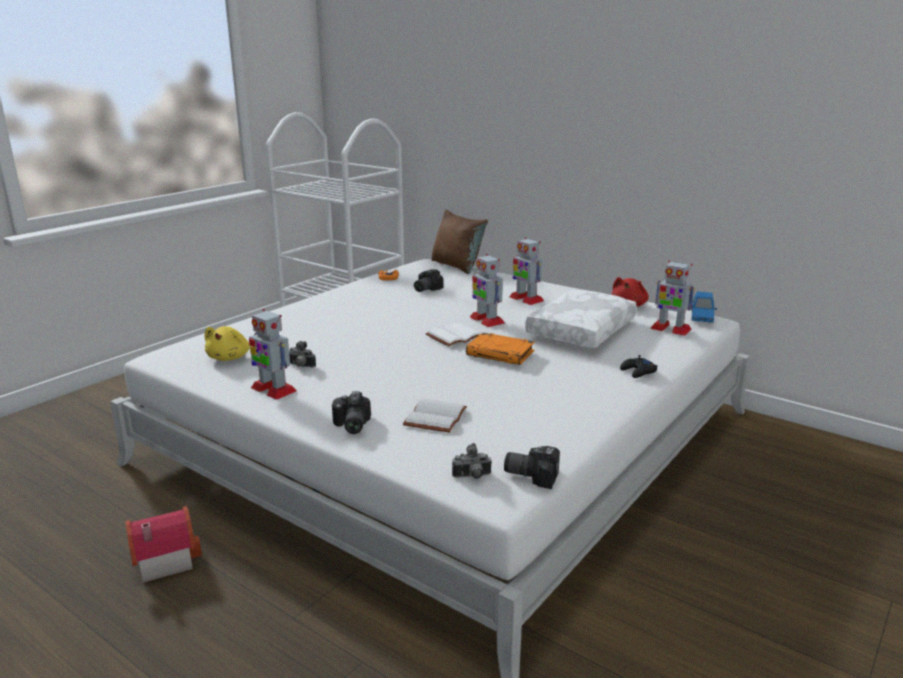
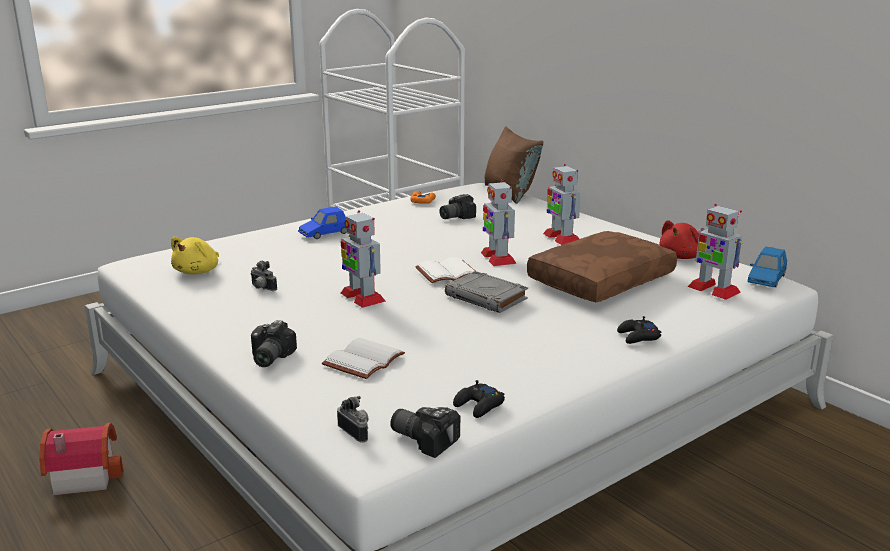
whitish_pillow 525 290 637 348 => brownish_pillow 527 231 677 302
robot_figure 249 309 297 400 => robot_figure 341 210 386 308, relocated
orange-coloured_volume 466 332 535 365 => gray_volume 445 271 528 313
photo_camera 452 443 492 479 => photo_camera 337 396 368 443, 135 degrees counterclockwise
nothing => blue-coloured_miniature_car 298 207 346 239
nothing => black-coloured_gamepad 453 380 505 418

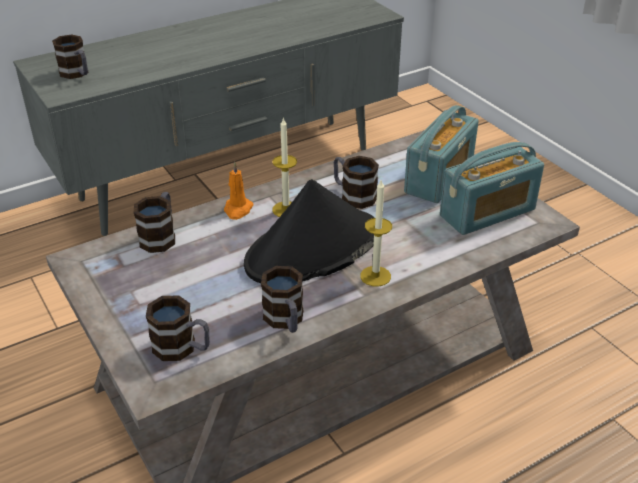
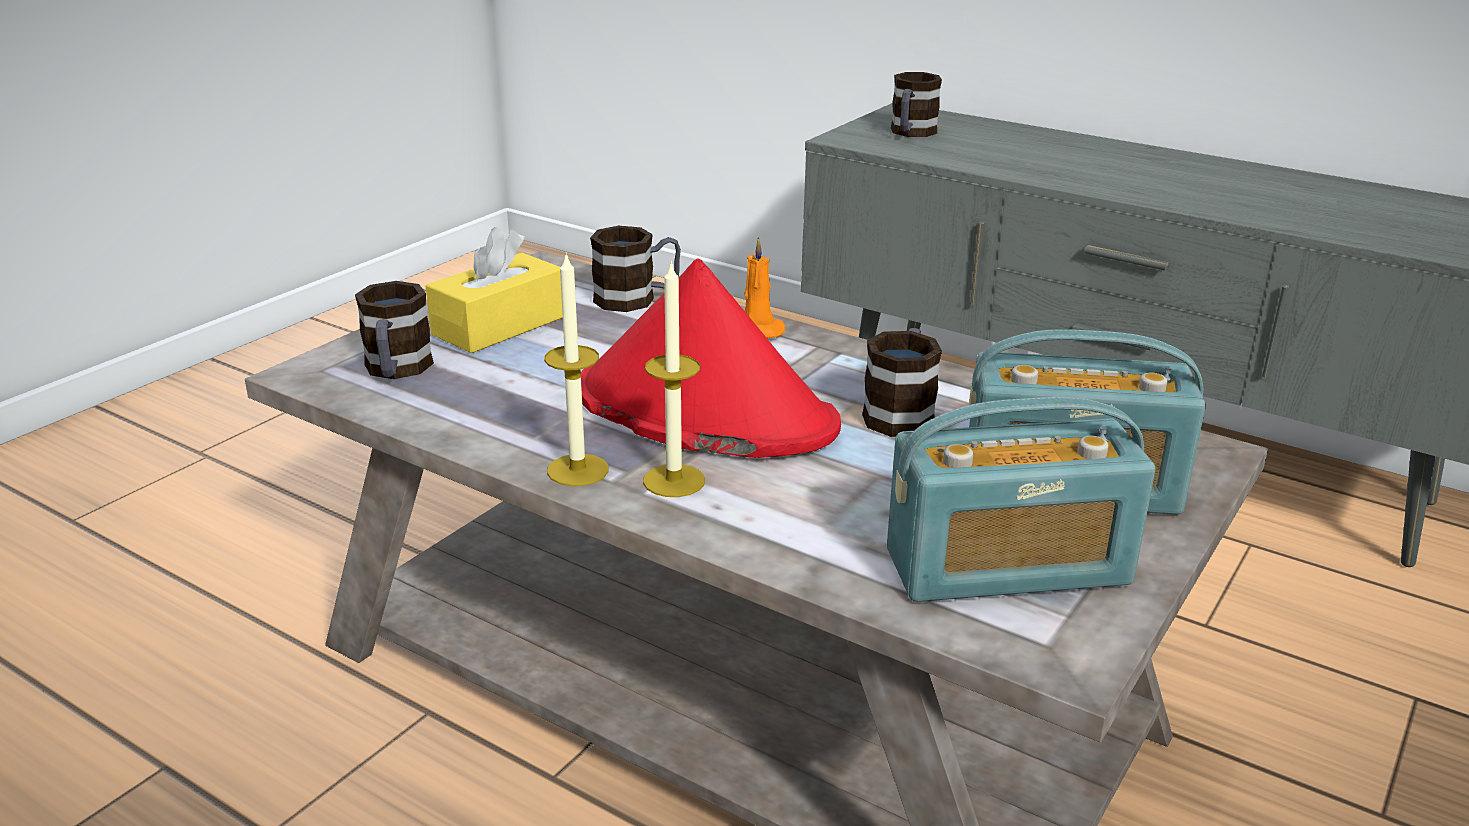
wax_candle 272 117 297 217 => wax_candle 544 253 608 486, relocated
radio 440 142 544 235 => radio 887 397 1156 602, 45 degrees counterclockwise
black-coloured_hat 244 179 374 283 => red_hat 581 258 841 458
tea_mug 261 266 303 333 => nothing
nothing => yellow-coloured_tissue_box 425 227 563 353

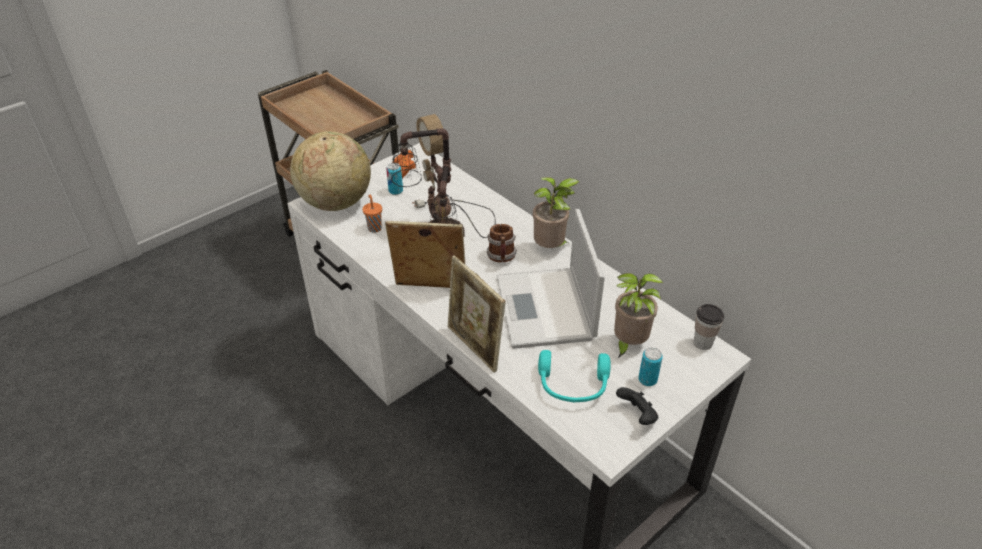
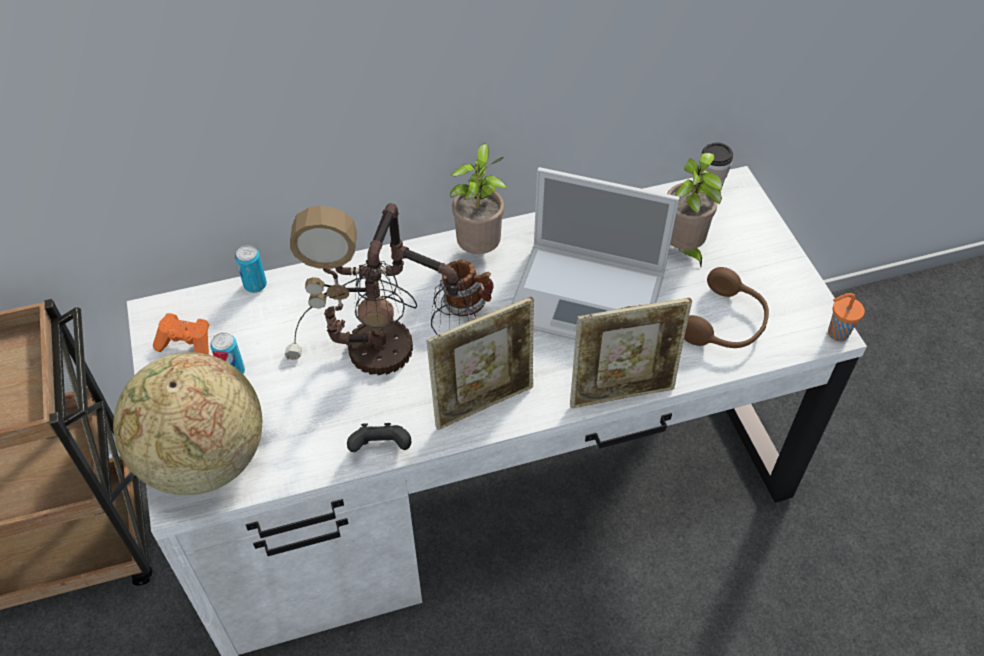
orange-coloured_cup 363 194 382 233 => orange-coloured_cup 828 293 865 341, relocated
standing_frame 385 221 465 288 => standing_frame 427 297 534 430, 150 degrees counterclockwise
can 638 347 663 386 => can 235 245 267 293, relocated
blue-green_pair_of_headphones 538 350 611 403 => brownish_pair_of_headphones 684 267 769 348
black-coloured_gamepad 616 387 658 425 => black-coloured_gamepad 347 423 411 452, relocated

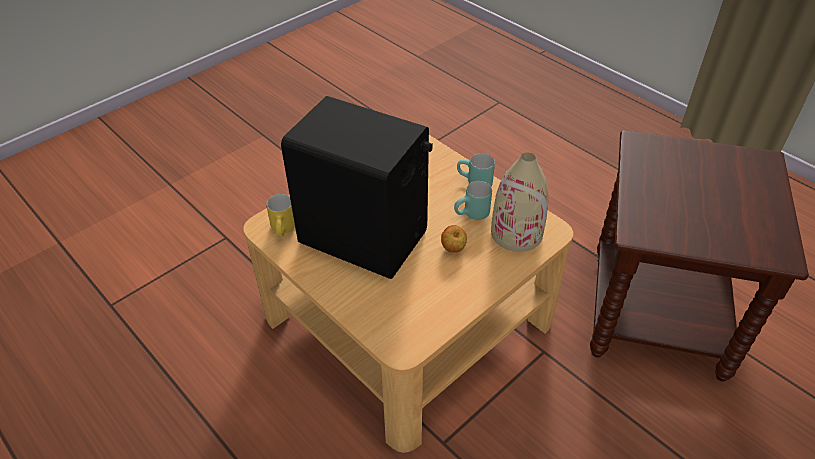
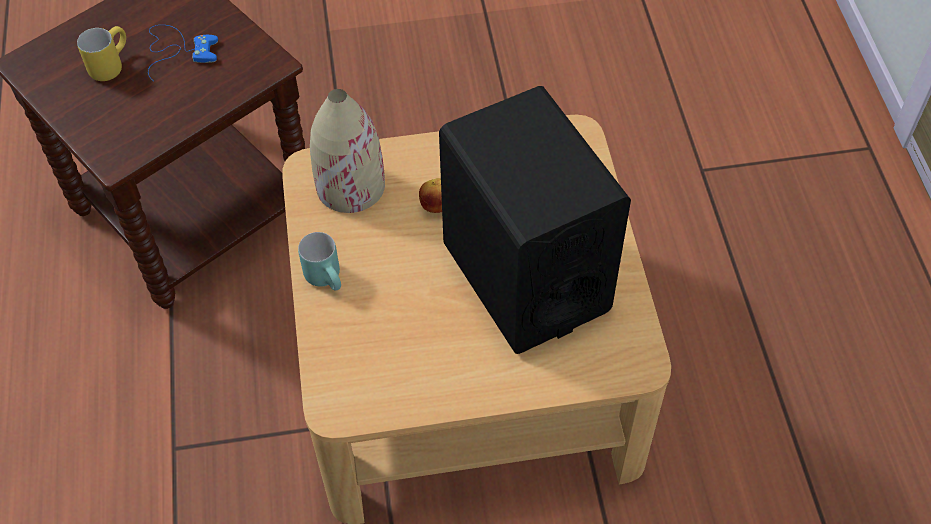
blue-green_tea_mug 454 181 492 220 => nothing
yellow-coloured_tea_mug 266 194 295 237 => yellow-coloured_tea_mug 77 26 126 81, relocated
nothing => blue-coloured_gamepad 148 25 218 80

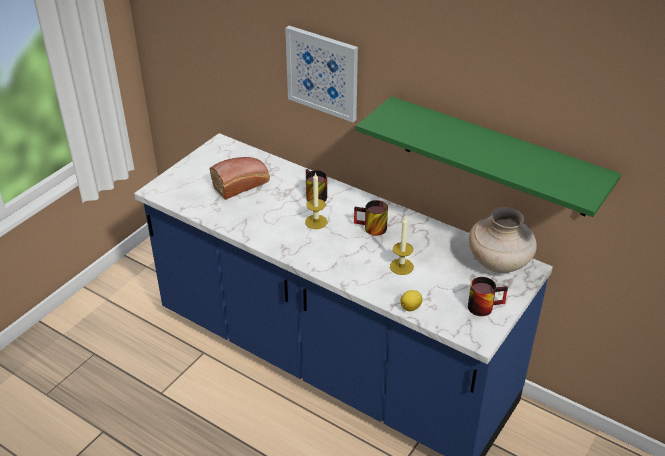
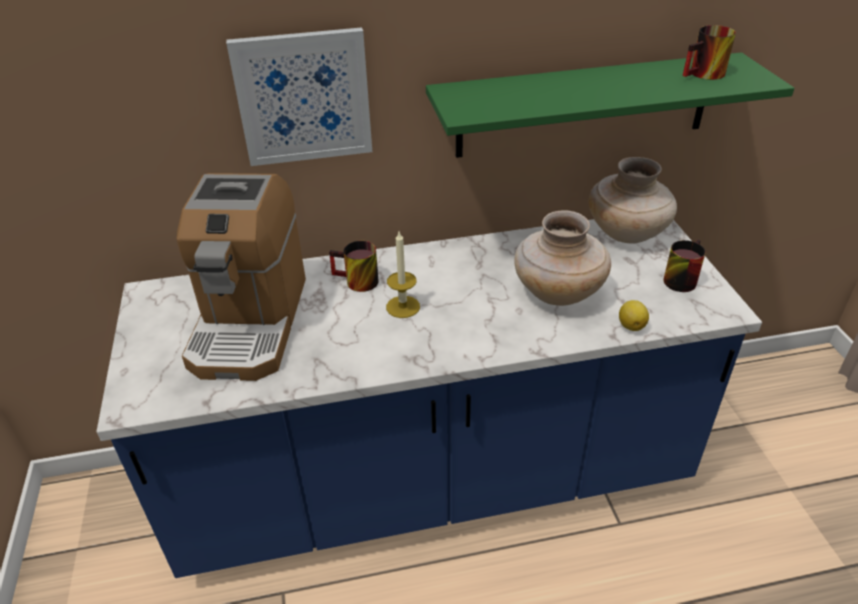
bread 210 157 270 200 => coffee_brewer 176 173 306 381
tea_mug 354 200 388 236 => tea_mug 683 25 736 80, relocated
wax_candle 390 216 414 275 => sand-coloured_decorative_vase 514 210 611 306

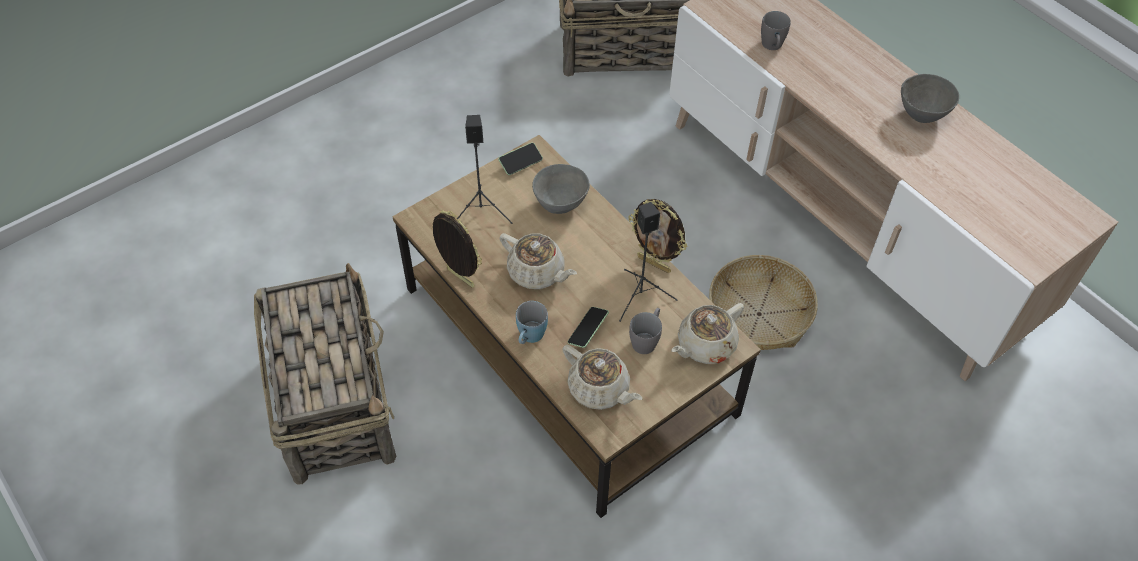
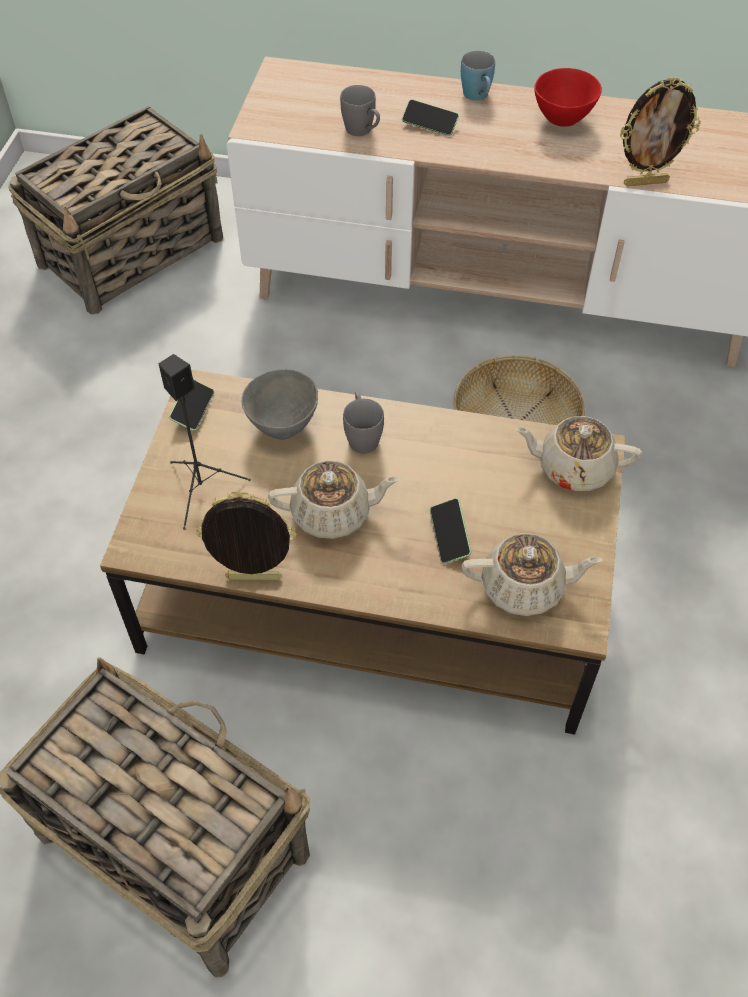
gray_deep_dish 901 74 959 123 => red_deep_dish 534 68 602 127
standing_frame 629 199 687 273 => standing_frame 620 77 701 186, relocated
black-coloured_audio_speaker 619 202 678 322 => nothing
blue-coloured_tea_mug 516 301 548 344 => blue-coloured_tea_mug 461 51 495 101, relocated
sand-coloured_pot_for_tea 671 303 744 364 => sand-coloured_pot_for_tea 515 416 642 491, 90 degrees clockwise
gray_tea_mug 629 308 662 354 => gray_tea_mug 343 392 384 454, relocated
nothing => telephone 402 99 459 136

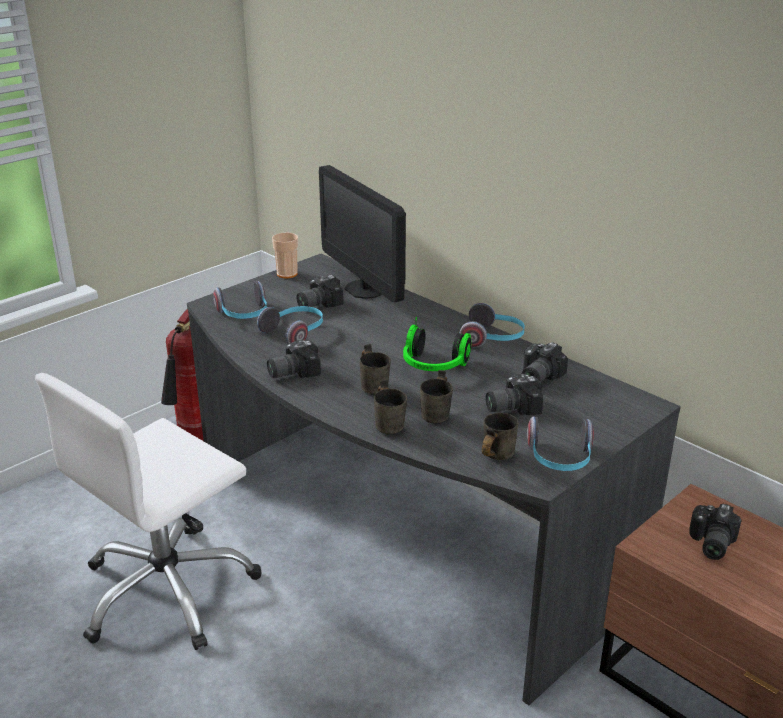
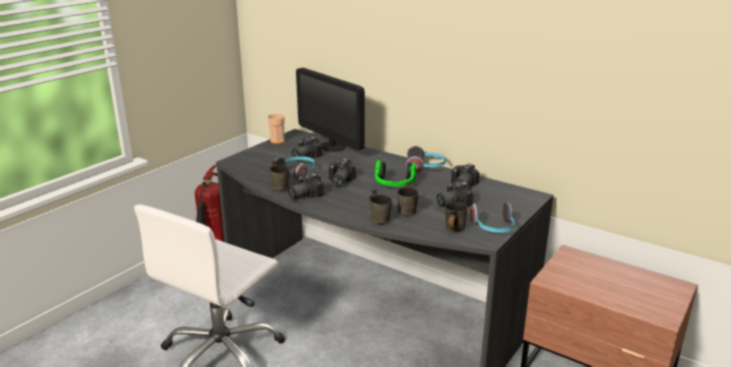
pair_of_headphones 213 281 267 319 => nothing
gray_tea_mug 360 344 391 395 => gray_tea_mug 270 161 290 191, relocated
photo_camera 689 503 742 560 => photo_camera 329 159 356 186, relocated

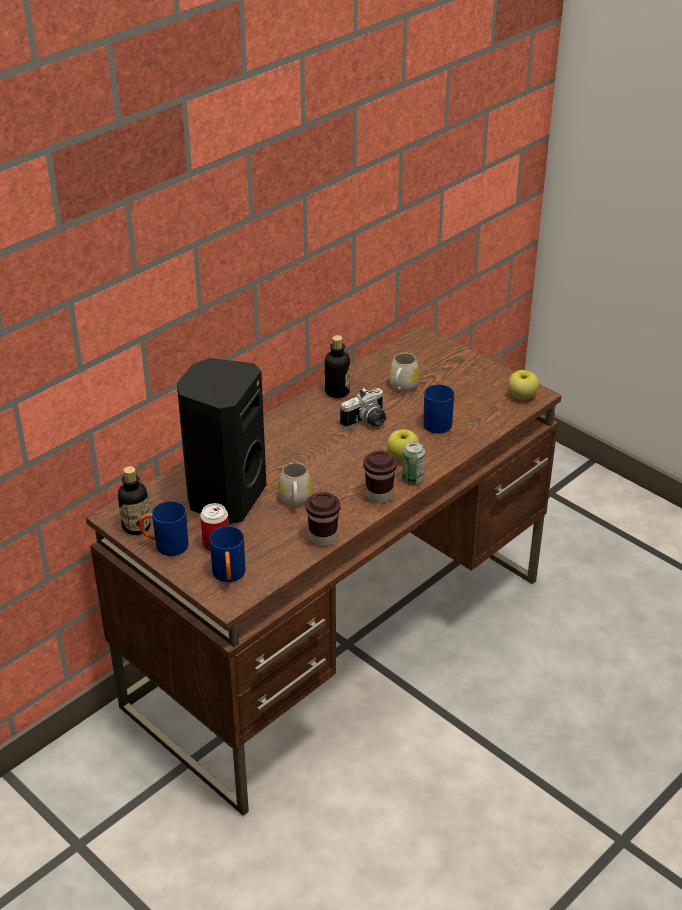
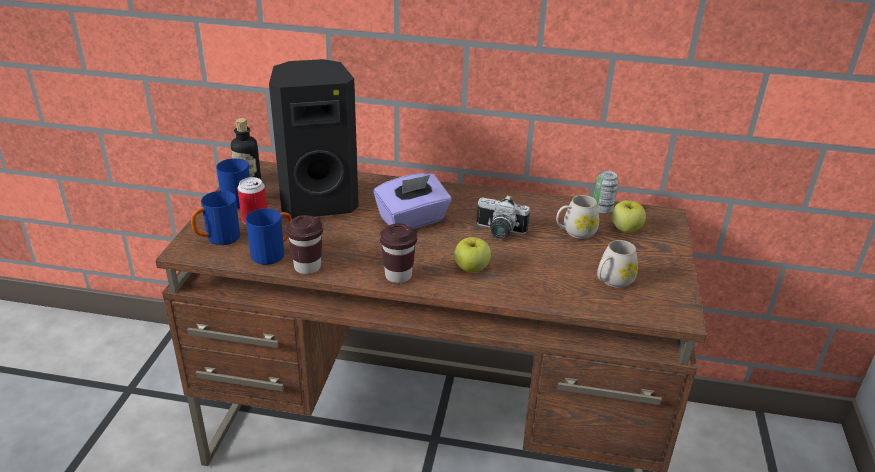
bottle 325 335 350 398 => nothing
apple_fruit 509 370 539 400 => apple_fruit 612 200 646 233, relocated
blue-coloured_tea_mug 423 384 454 434 => blue-coloured_tea_mug 245 208 292 265, relocated
can 402 442 425 485 => can 593 171 618 214, relocated
whitish_tea_mug 278 462 313 506 => whitish_tea_mug 597 240 638 288, relocated
nothing => purple_tissue_box 374 173 452 229

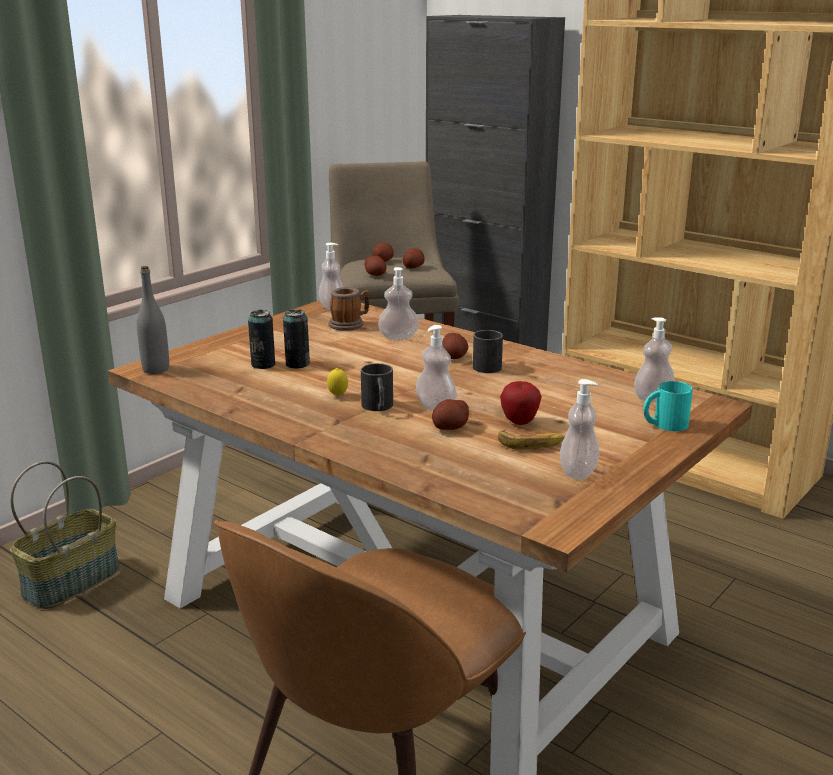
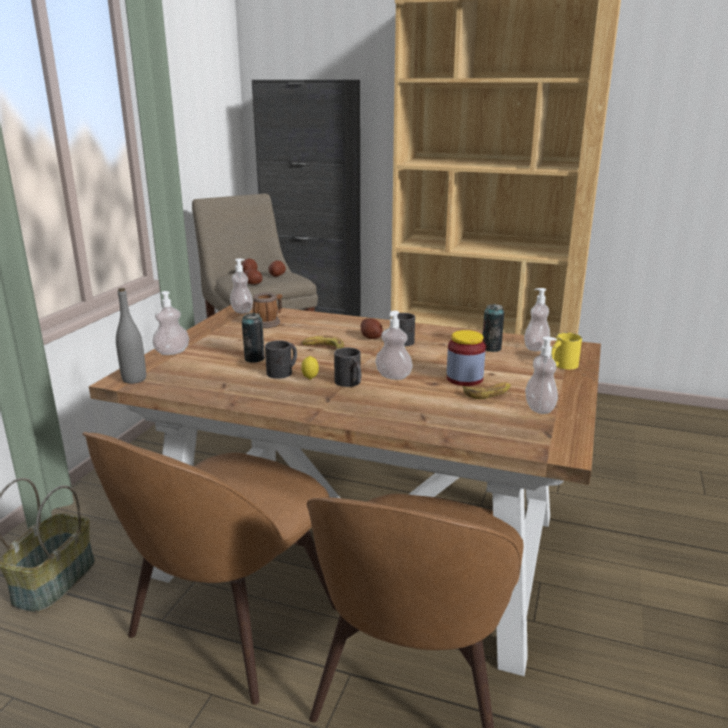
soap_dispenser 378 267 419 340 => soap_dispenser 152 291 189 355, relocated
can 248 310 276 369 => can 483 304 504 352, relocated
apple_fruit 500 381 542 425 => jar 447 330 486 386
blue-green_tea_mug 643 381 693 431 => yellow-coloured_tea_mug 551 333 582 369
potato 432 399 469 430 => nothing
nothing => whole_banana 302 336 344 350
nothing => black-coloured_tea_mug 265 340 297 379
nothing => brownish_upright_chair 82 432 336 705

